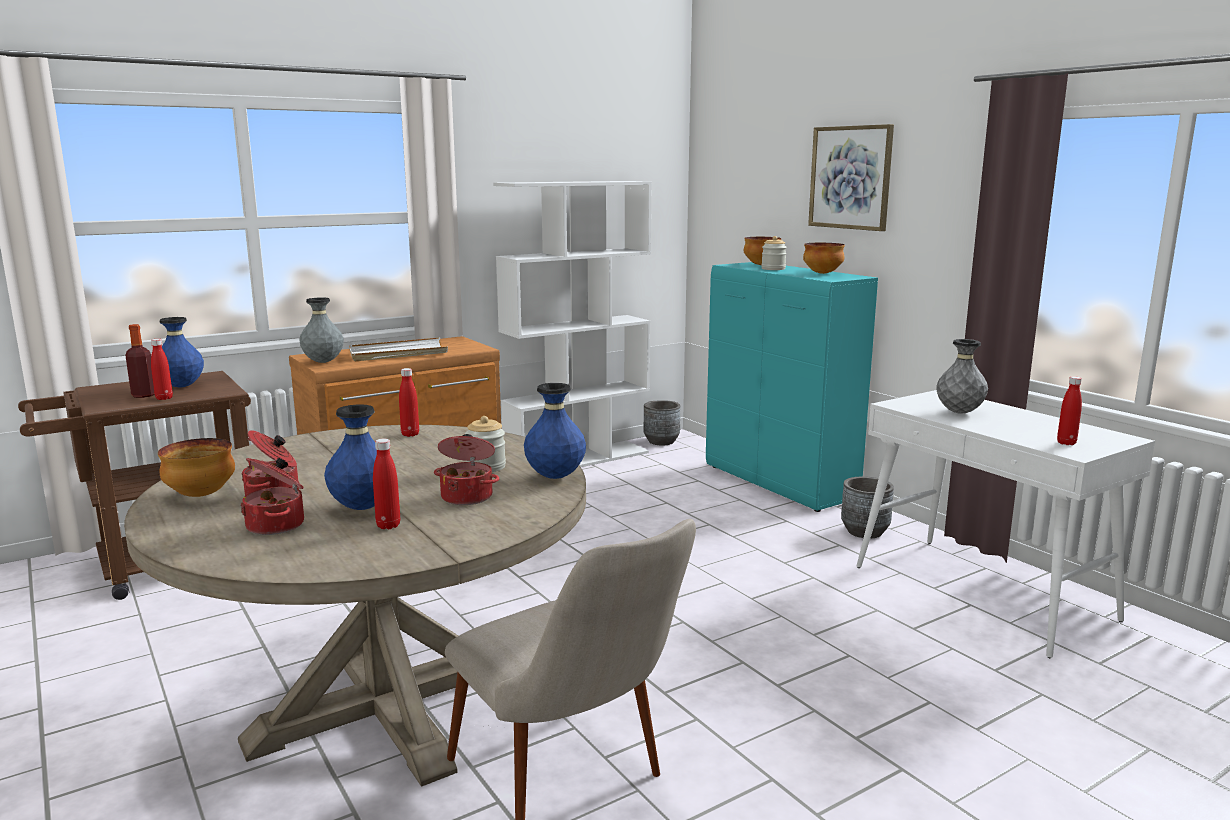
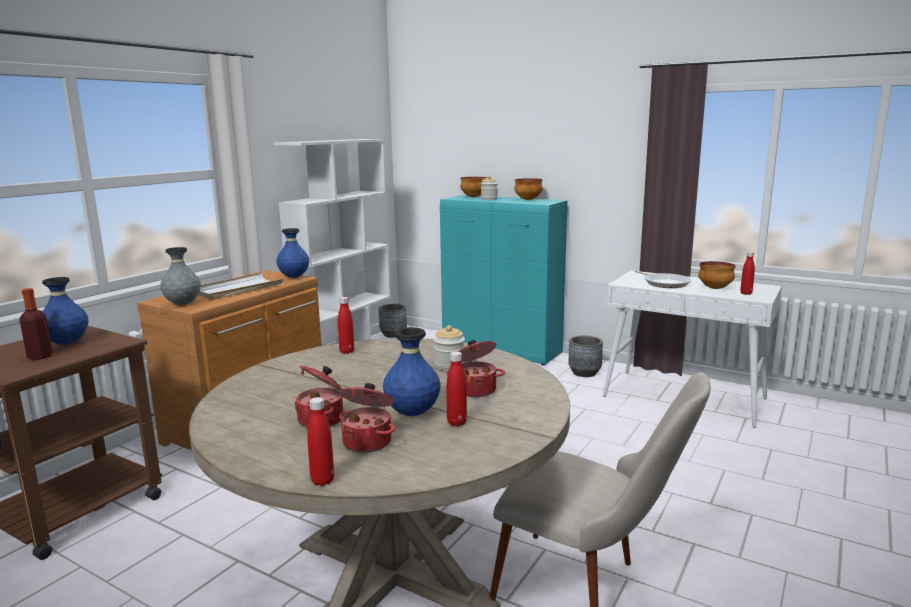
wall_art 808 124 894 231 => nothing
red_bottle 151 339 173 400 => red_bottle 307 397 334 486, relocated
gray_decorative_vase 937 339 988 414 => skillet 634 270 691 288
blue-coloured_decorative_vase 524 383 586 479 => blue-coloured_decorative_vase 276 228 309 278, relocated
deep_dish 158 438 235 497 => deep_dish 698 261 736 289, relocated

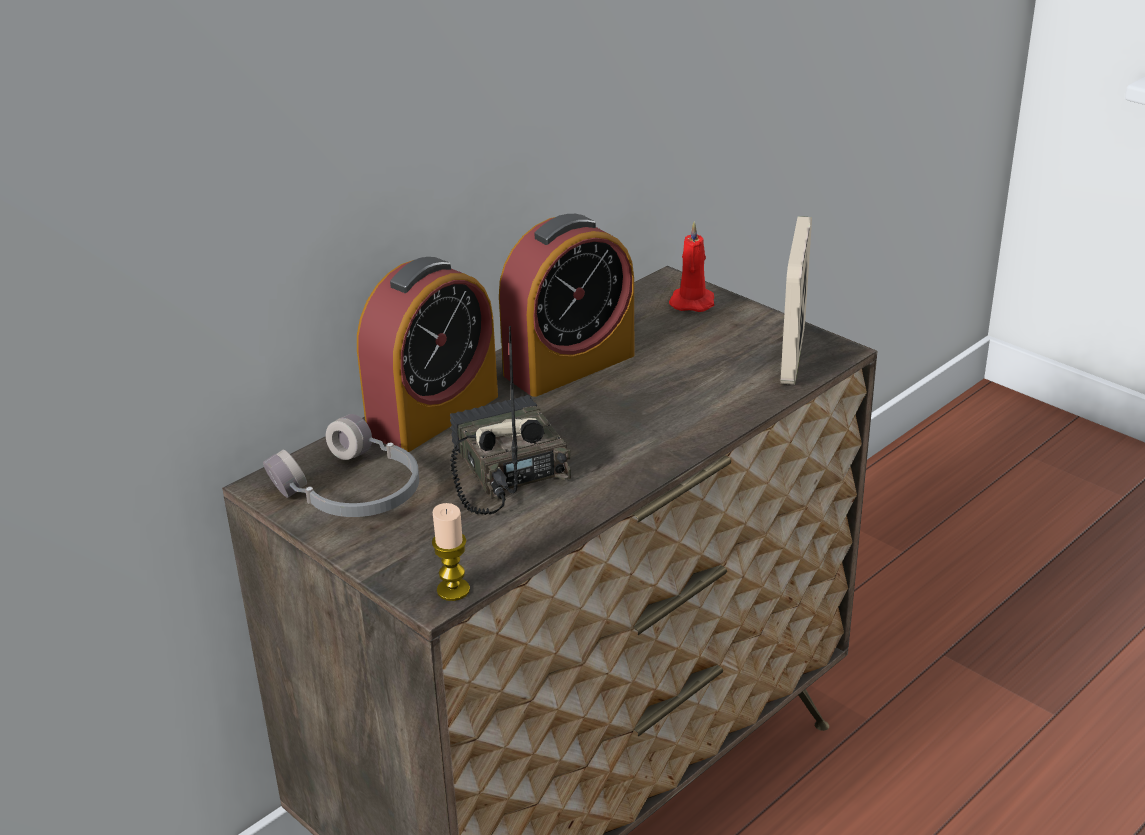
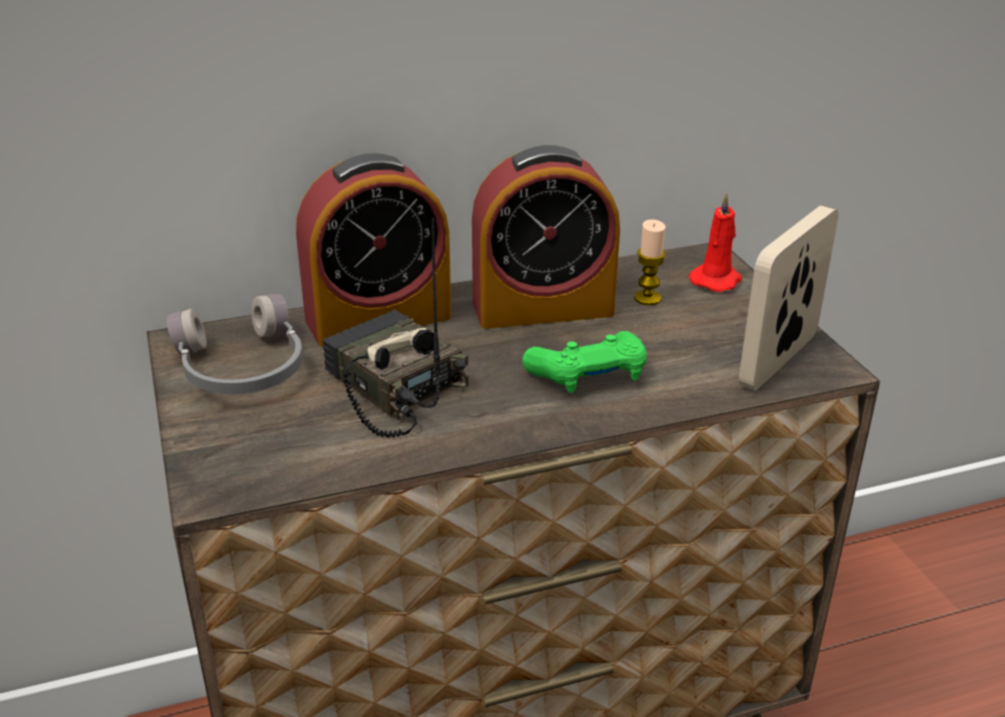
radio 450 326 571 515 => radio 322 218 469 438, 45 degrees counterclockwise
wax_candle 432 503 470 601 => wax_candle 634 219 666 305, relocated
nothing => greenish_gamepad 522 331 647 393

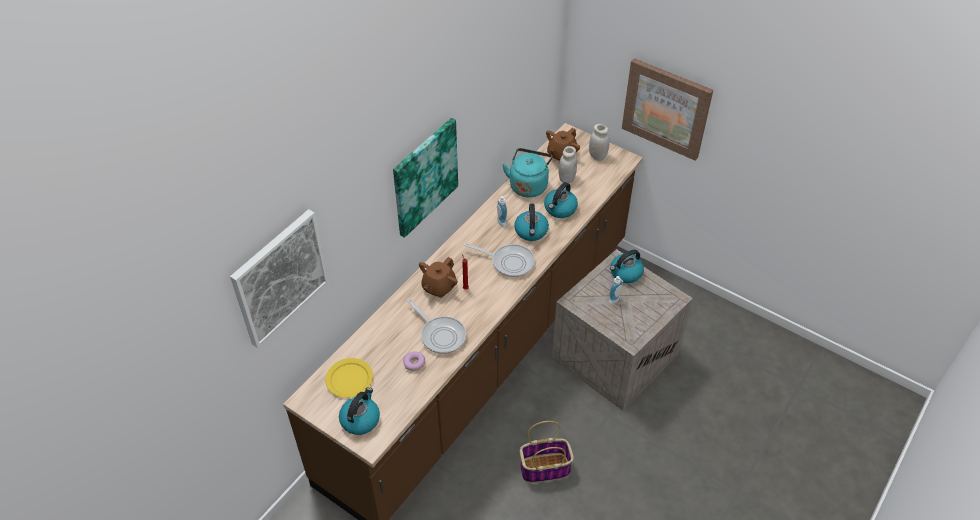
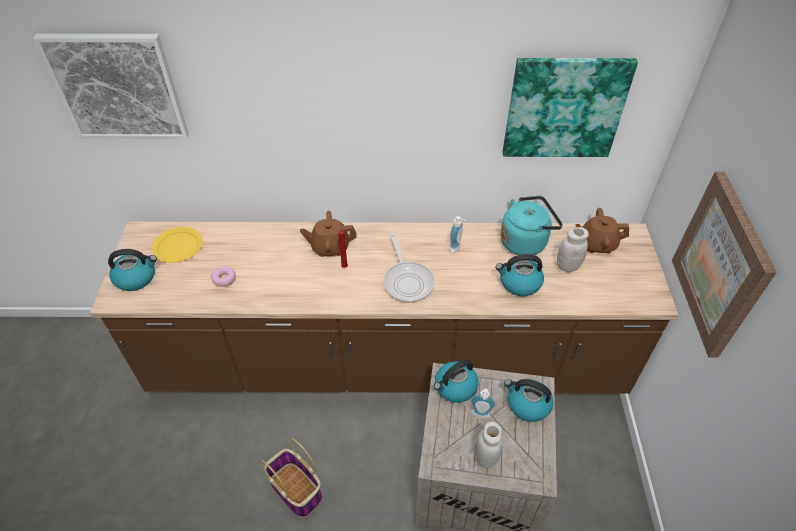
wall_art 393 118 458 238 => wall_art 502 58 638 157, relocated
whitish_jar 589 124 610 161 => whitish_jar 475 422 503 468, relocated
tea_kettle 514 204 549 241 => tea_kettle 434 359 479 403, relocated
skillet 406 298 466 354 => nothing

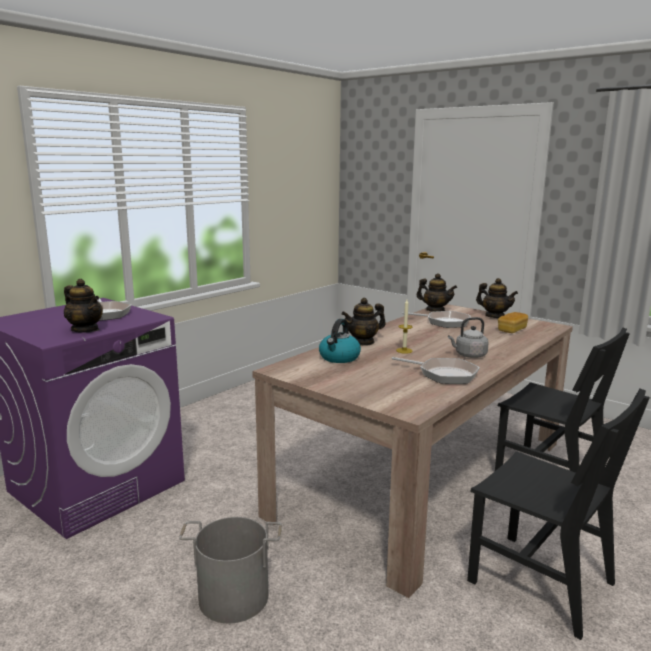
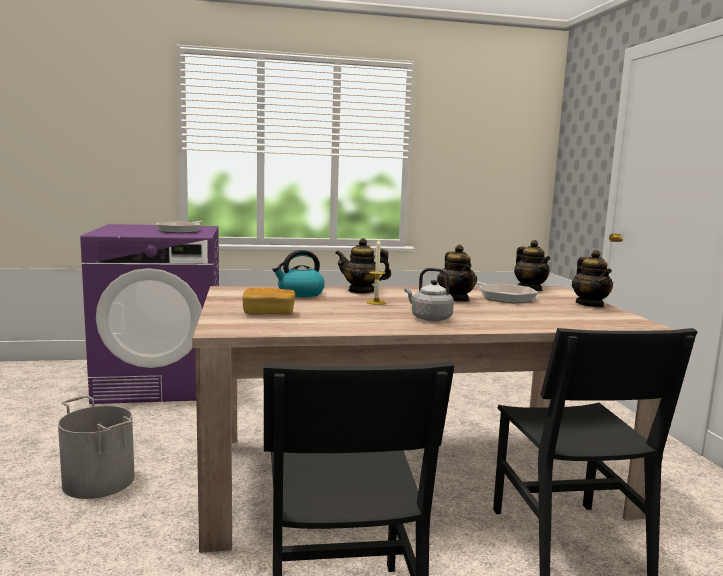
pot_for_tea 64 279 103 333 => pot_for_tea 437 245 477 302, relocated
bread 498 312 528 333 => bread 242 288 295 315, relocated
skillet 392 357 480 384 => nothing

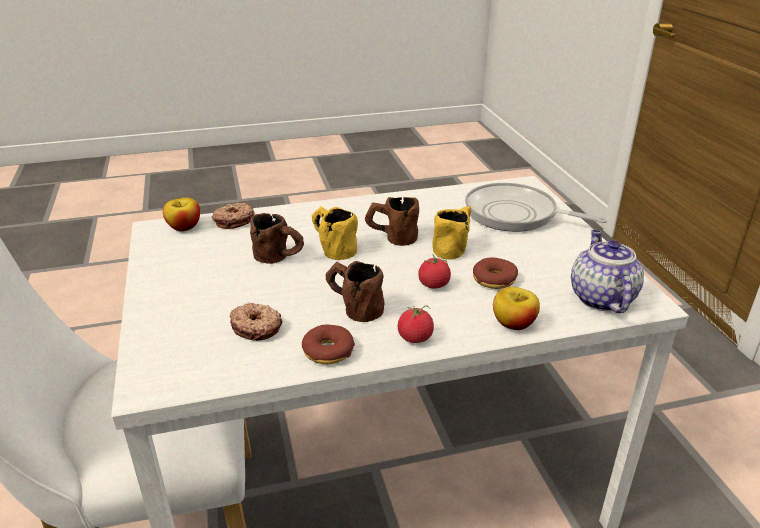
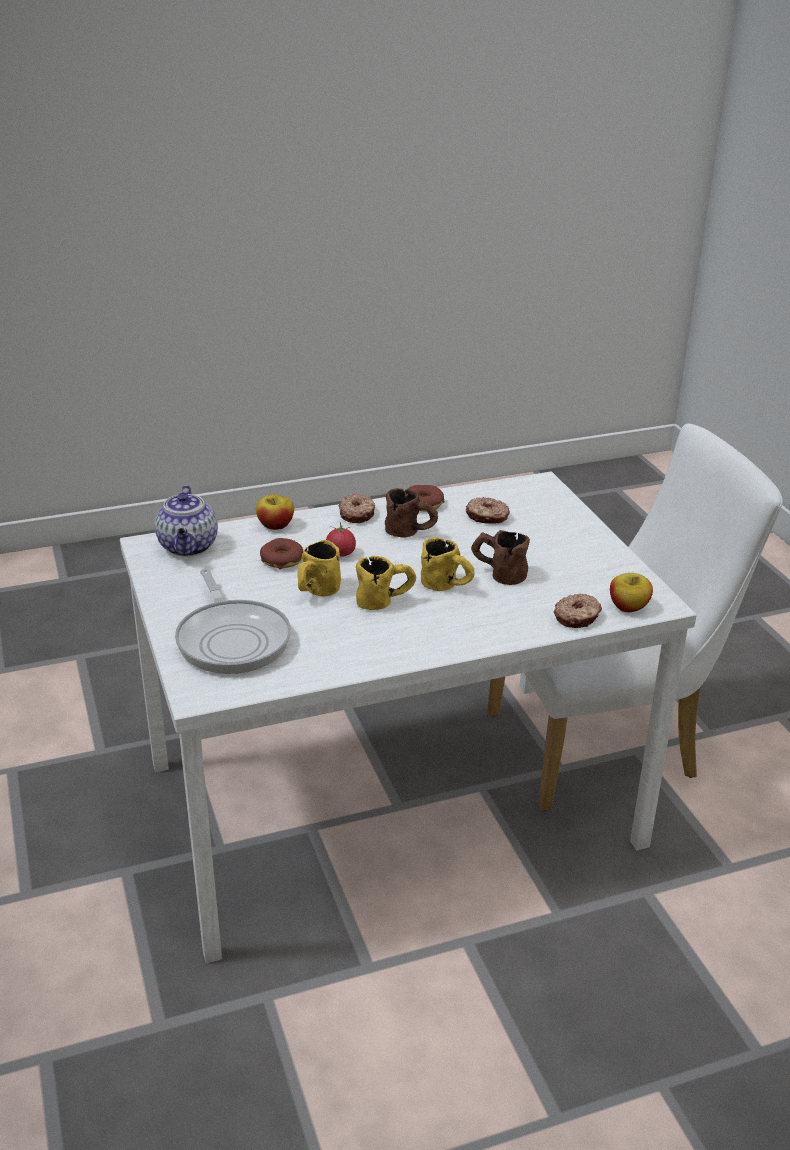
skillet 465 183 607 232 => skillet 175 569 291 674, 45 degrees clockwise
brownish_tea_mug 365 197 419 246 => yellow-coloured_tea_mug 356 556 416 610
whole_tomato 398 305 434 343 => donut 339 493 375 523

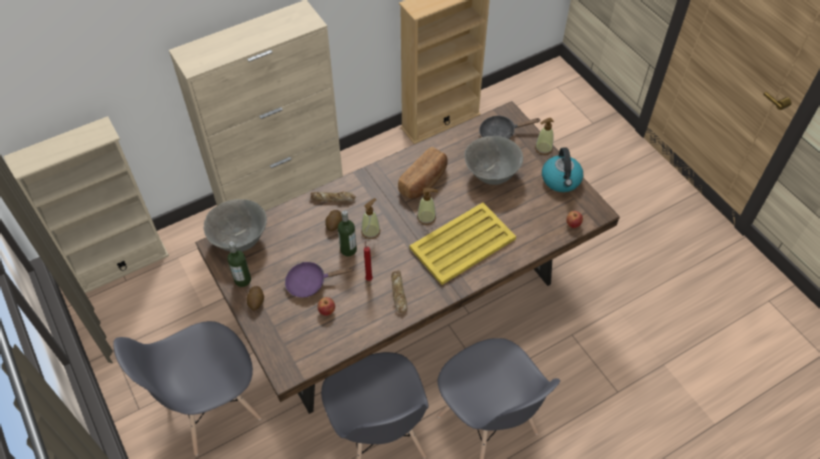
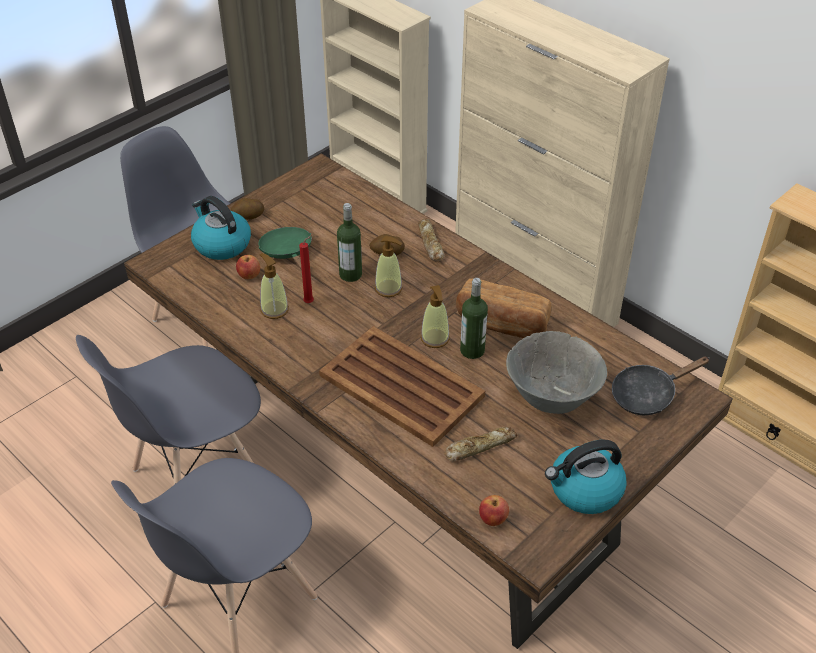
black-coloured_skillet 479 116 540 139 => black-coloured_skillet 612 356 709 415, 90 degrees counterclockwise
soap_dispenser 535 118 554 155 => soap_dispenser 259 253 289 319, relocated
gray_deep_dish 203 199 267 252 => nothing
yellow-coloured_tray 410 202 516 285 => brownish_tray 319 326 485 447
bottle 227 241 251 287 => bottle 460 278 488 359, relocated
purple_skillet 285 262 355 298 => greenish_skillet 258 227 312 271
bread 391 270 408 313 => bread 444 427 517 462, relocated
nothing => tea_kettle 191 196 251 260

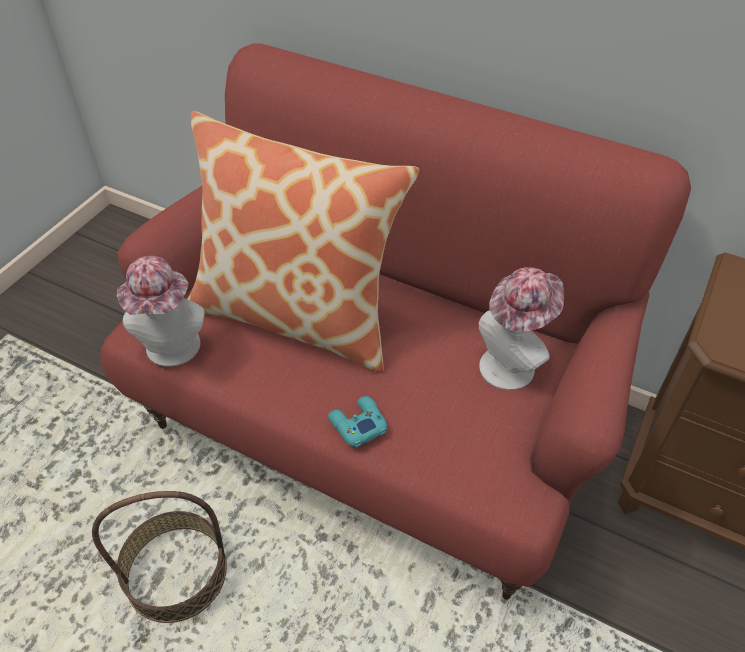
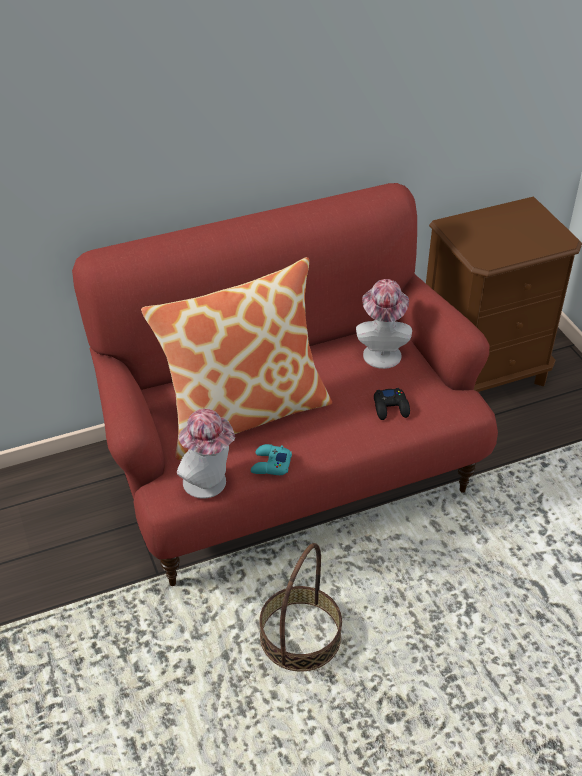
blue-green_gamepad 328 396 387 448 => blue-green_gamepad 251 444 292 475, relocated
nothing => black-coloured_gamepad 374 388 410 420

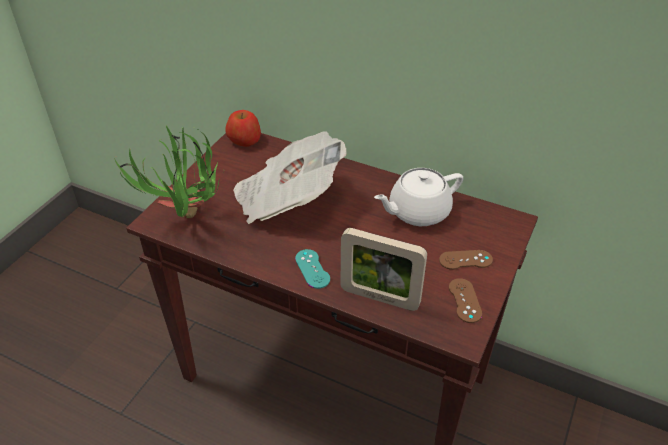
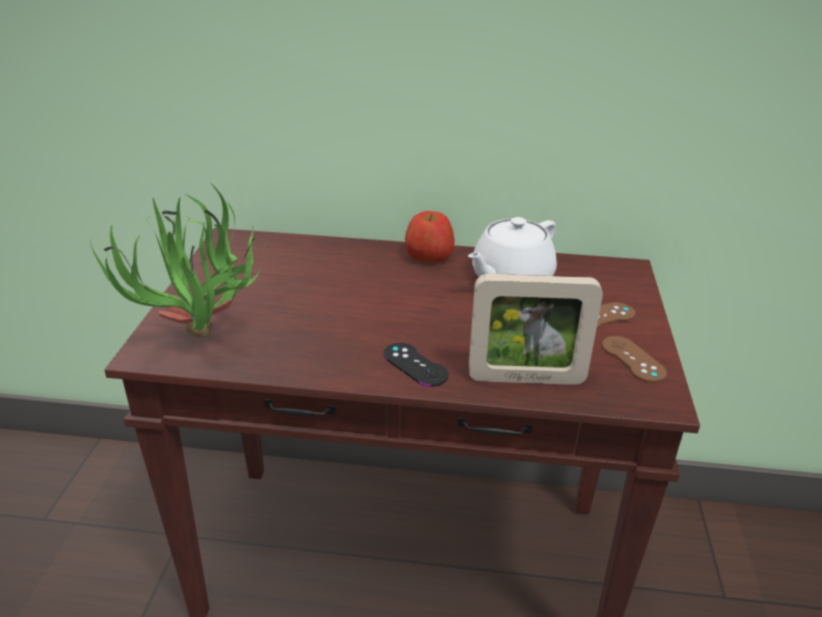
apple_fruit 225 110 261 147 => apple_fruit 405 211 454 262, relocated
printed_paper 233 131 347 224 => nothing
blue-green_gamepad 295 249 330 289 => black-coloured_gamepad 383 343 449 387

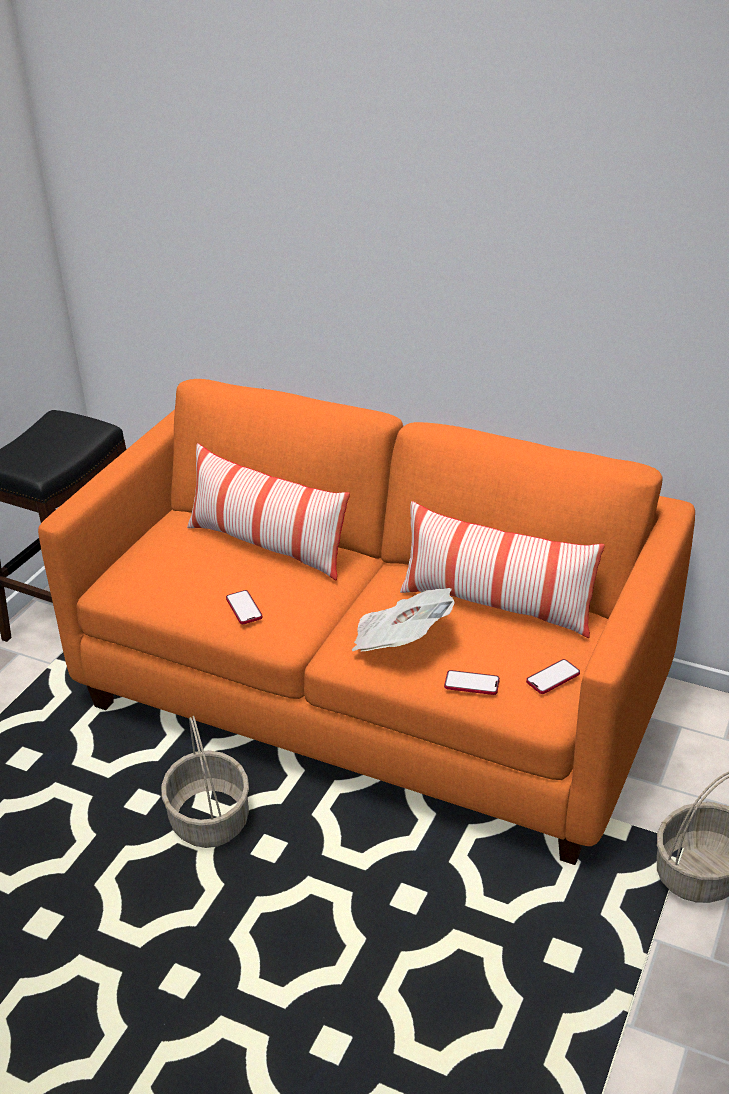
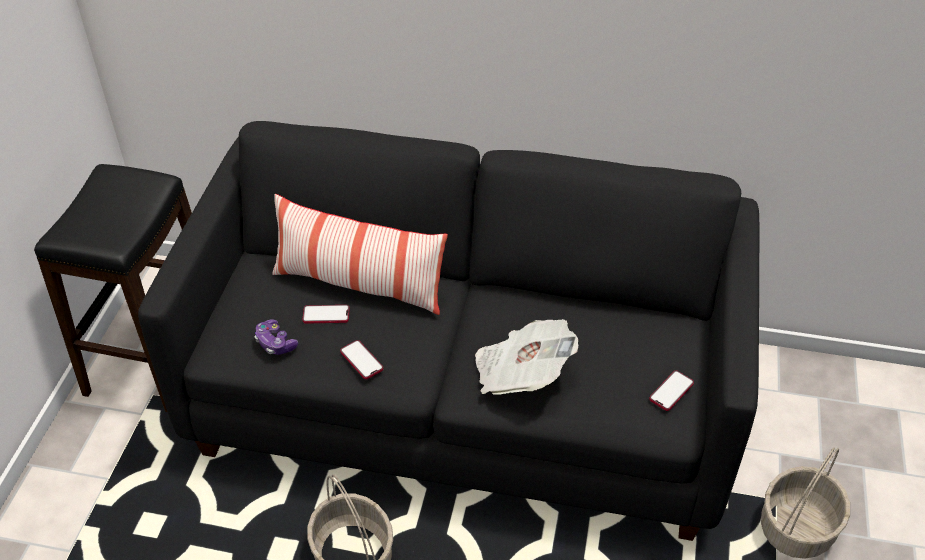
orange-coloured_settee 38 379 695 865 => black-coloured_settee 138 121 759 541
pillow 400 501 605 638 => nothing
telephone 444 670 500 695 => telephone 302 305 350 324, relocated
nothing => gamepad 255 319 298 355

